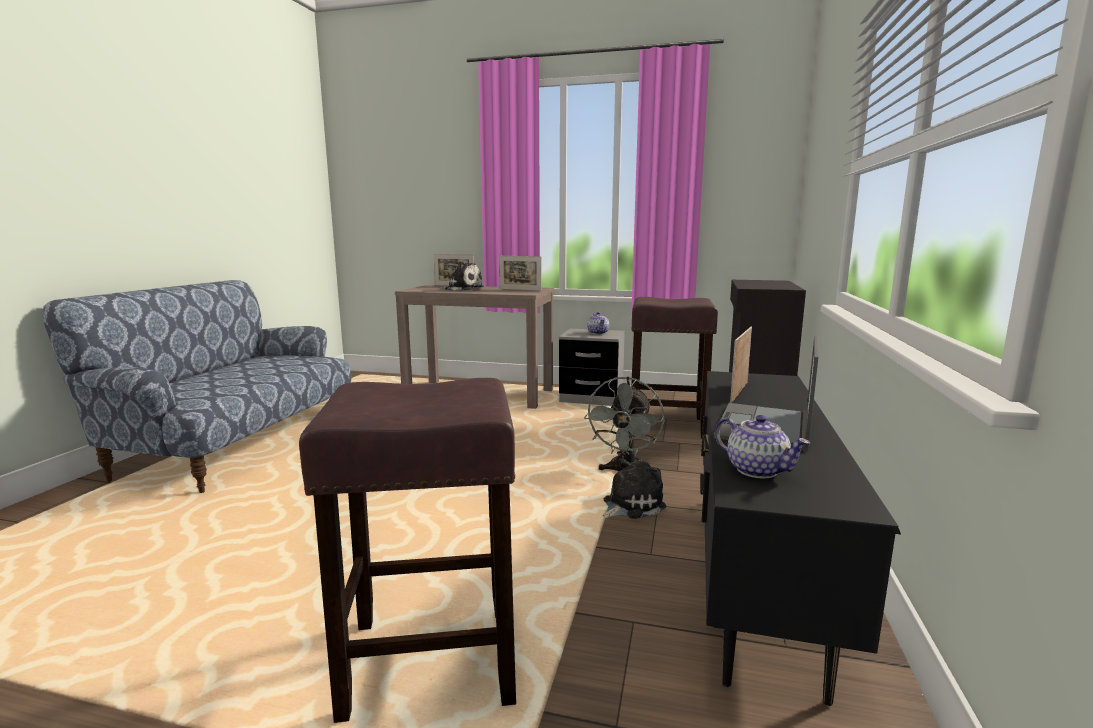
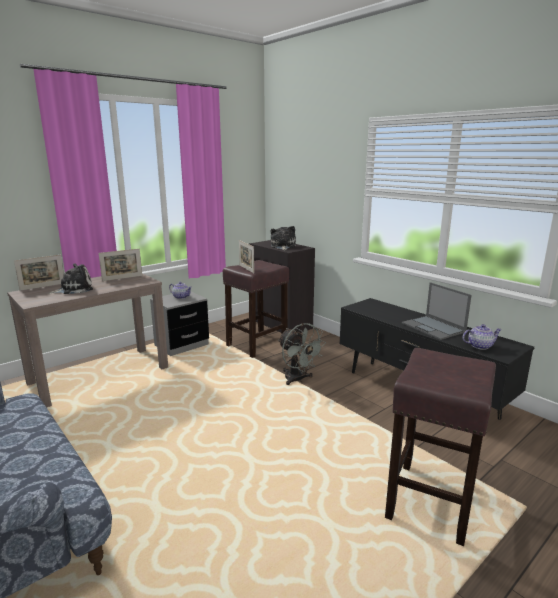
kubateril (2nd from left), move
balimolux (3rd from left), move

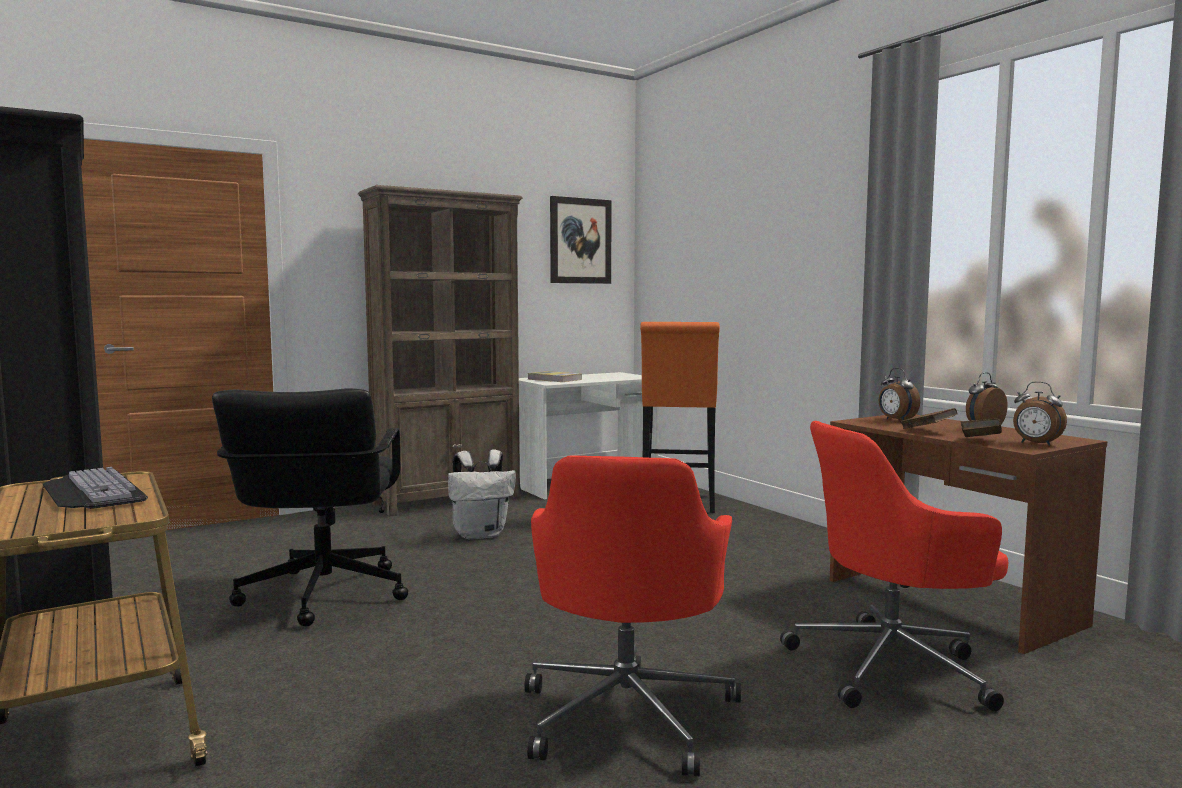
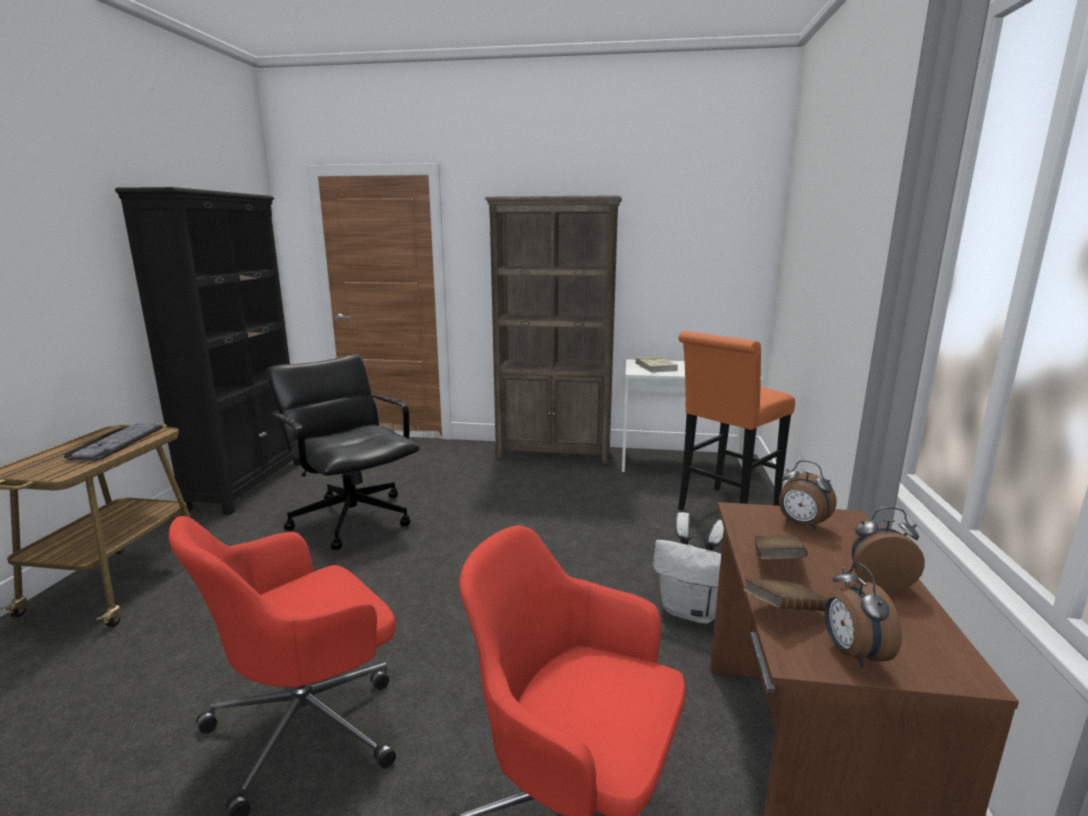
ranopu => nothing
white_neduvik, move
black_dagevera, 105 degrees clockwise
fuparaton (1st from left), 60 degrees counterclockwise

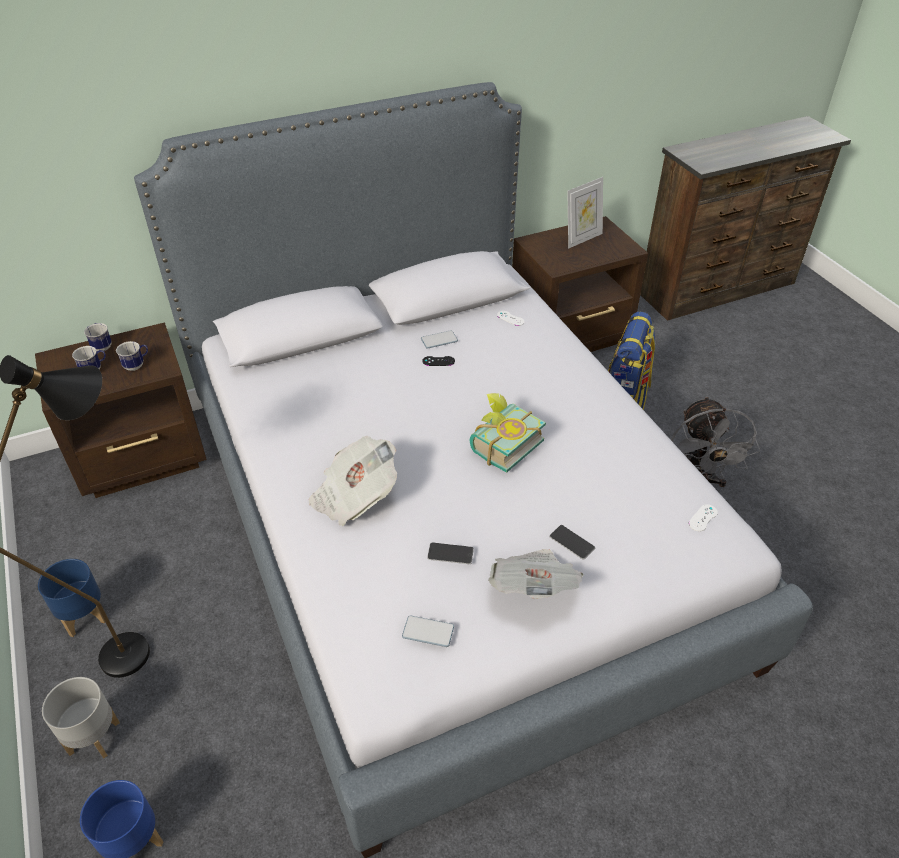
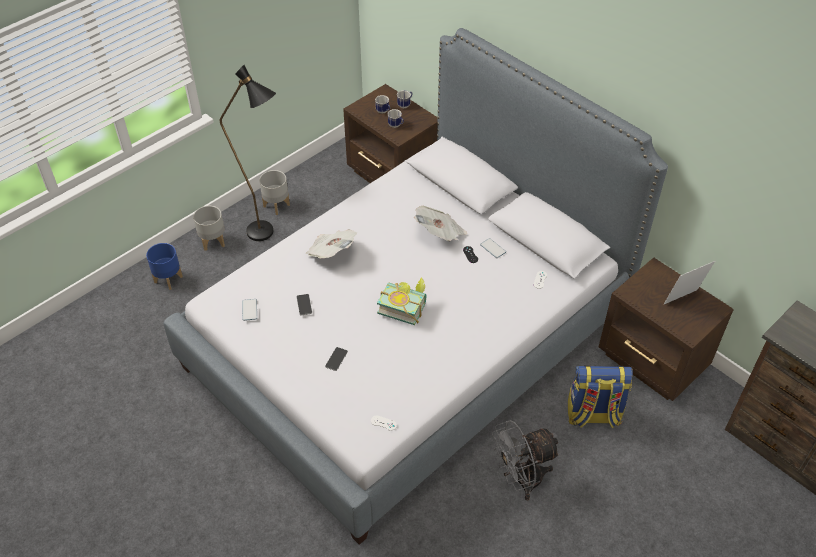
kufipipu (2nd from left), move
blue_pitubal (1st from left) => grey_pitubal (2nd from left)
balimolux, 120 degrees clockwise

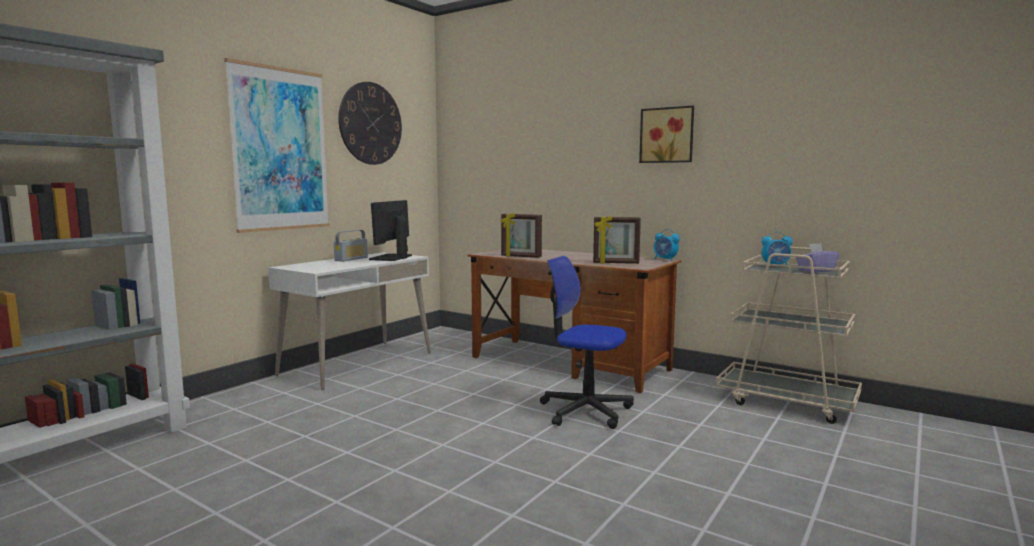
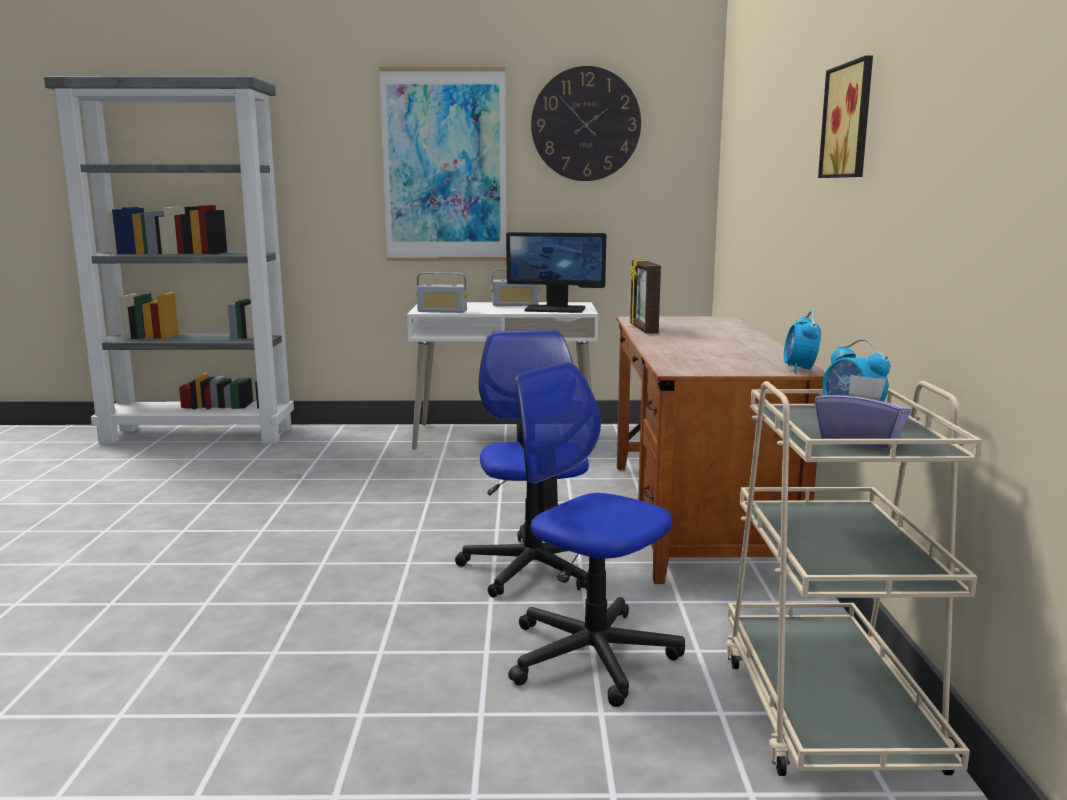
balimolux (2nd from left) => nothing
nothing => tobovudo (1st from left)
nothing => dagevera (2nd from left)
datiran, 150 degrees counterclockwise

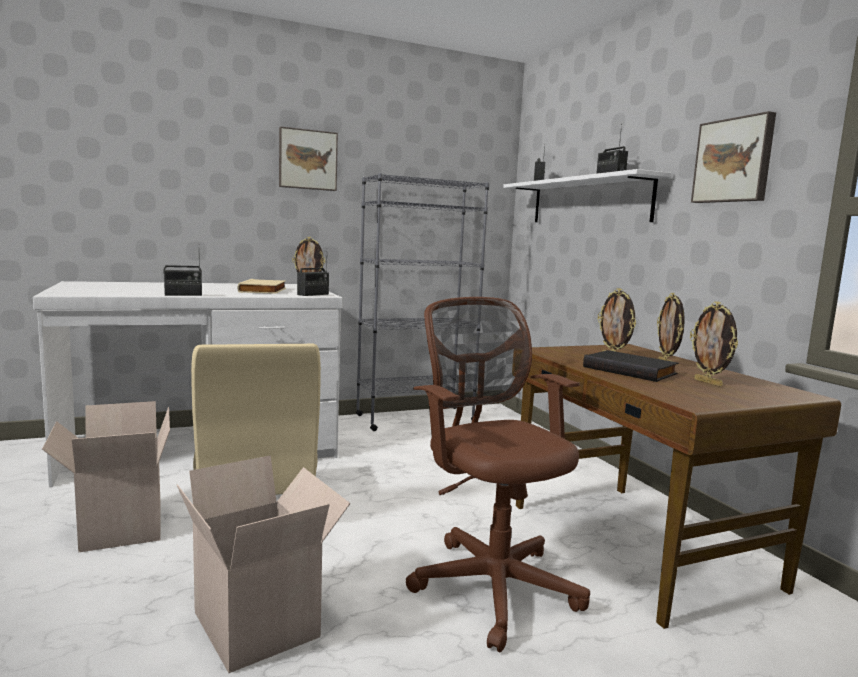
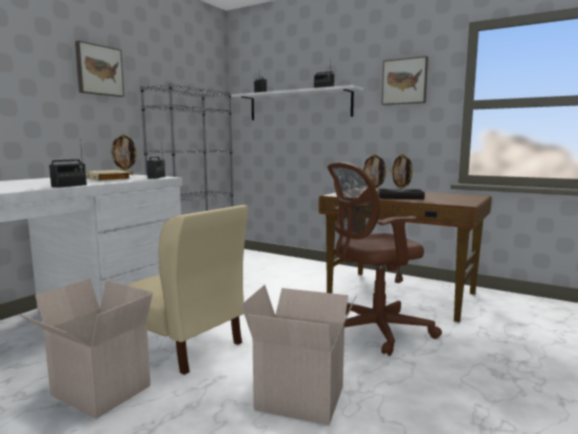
balimolux (4th from left) => nothing
brown_dagevera, 45 degrees counterclockwise

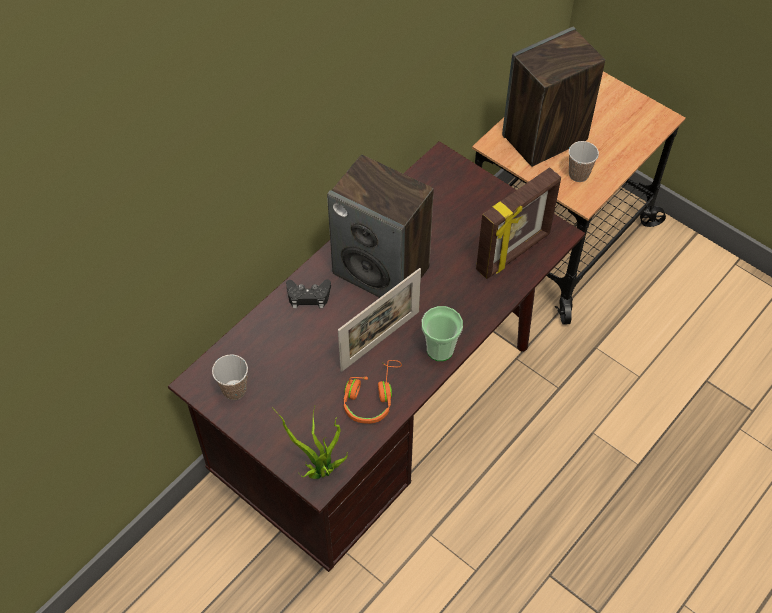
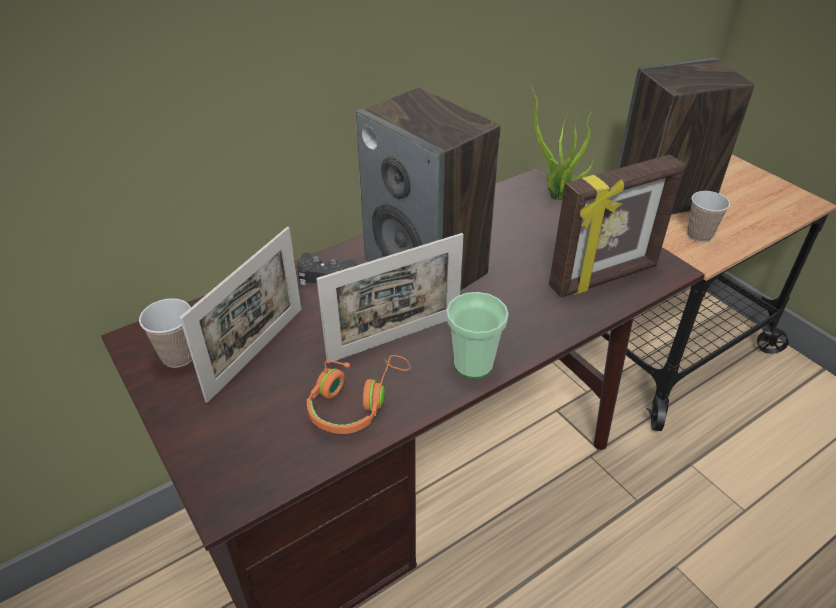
nothing => balimolux (1st from left)
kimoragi, move

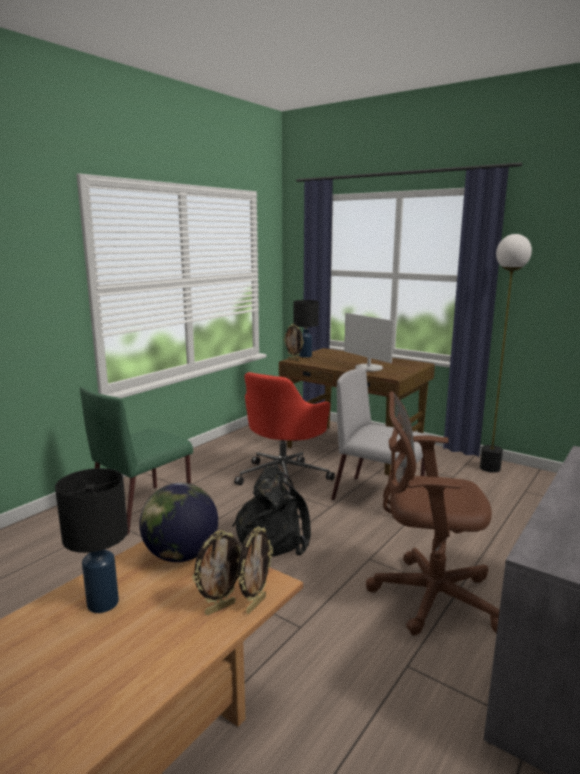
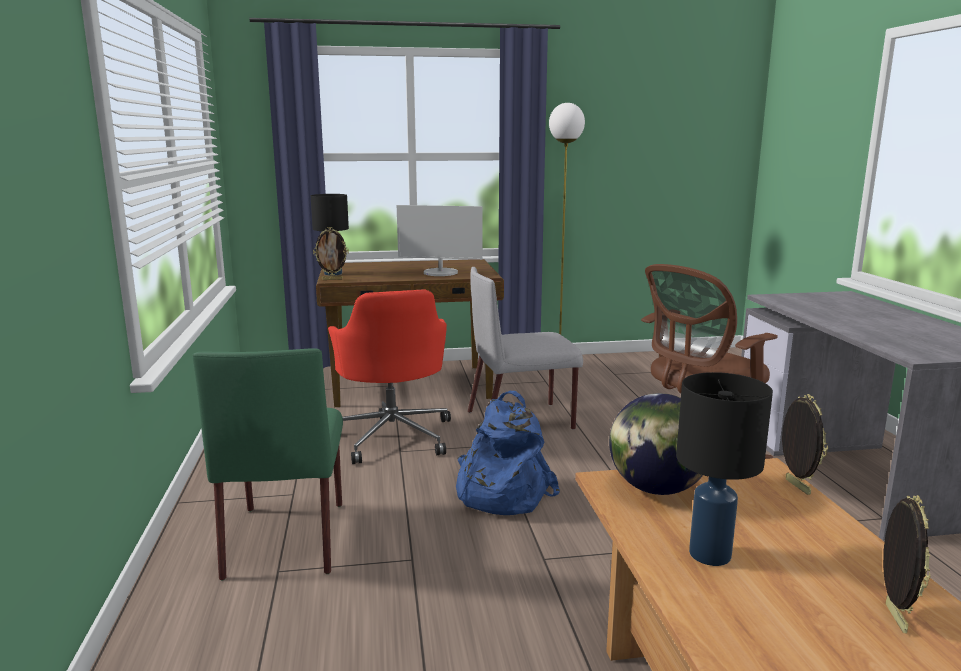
balimolux (1st from left in the first image) => balimolux (3rd from left), move
black_neduvik => blue_neduvik

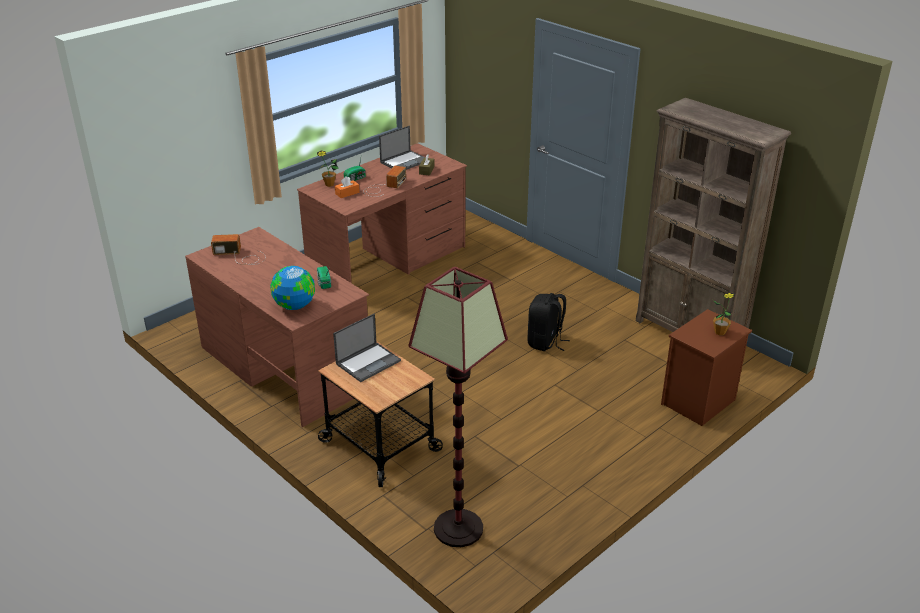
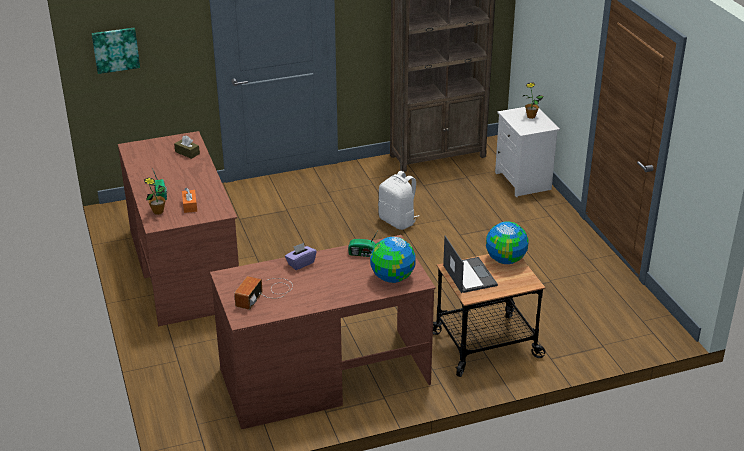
tobovudo (4th from left) => nothing
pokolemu (2nd from left) => nothing
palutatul => nothing
nothing => ranopu
nothing => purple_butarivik
nothing => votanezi (2nd from left)
black_neduvik => white_neduvik
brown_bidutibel => white_bidutibel

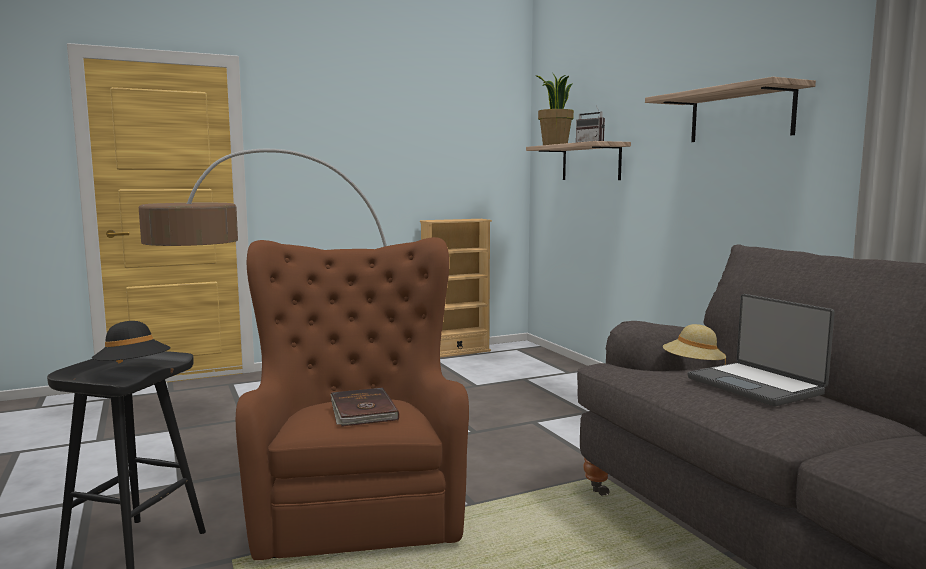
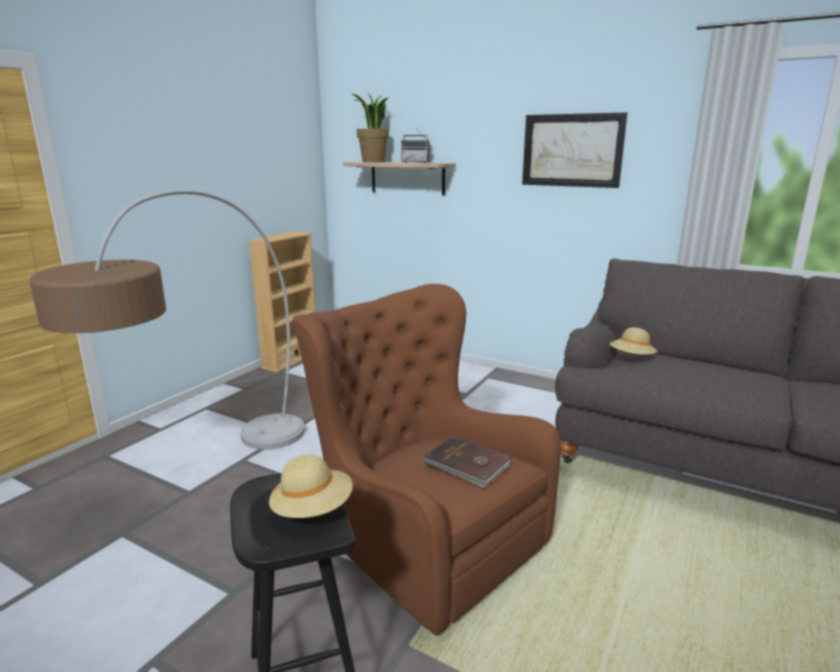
pokolemu => nothing
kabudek (2nd from left) => ranopu
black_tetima => beige_tetima (1st from left)

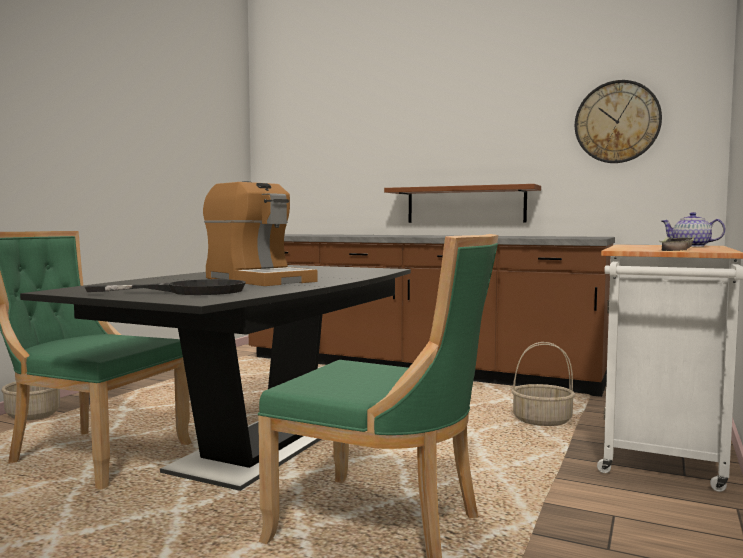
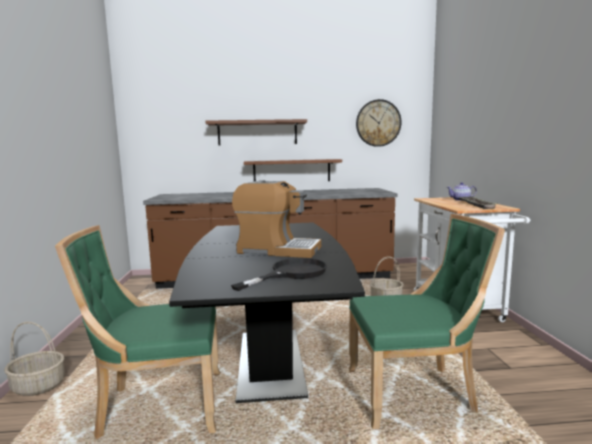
nothing => brown_kabudek (1st from left)

